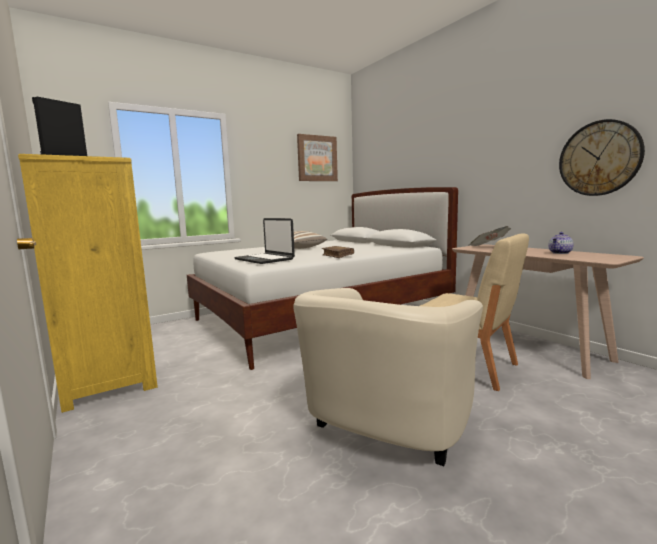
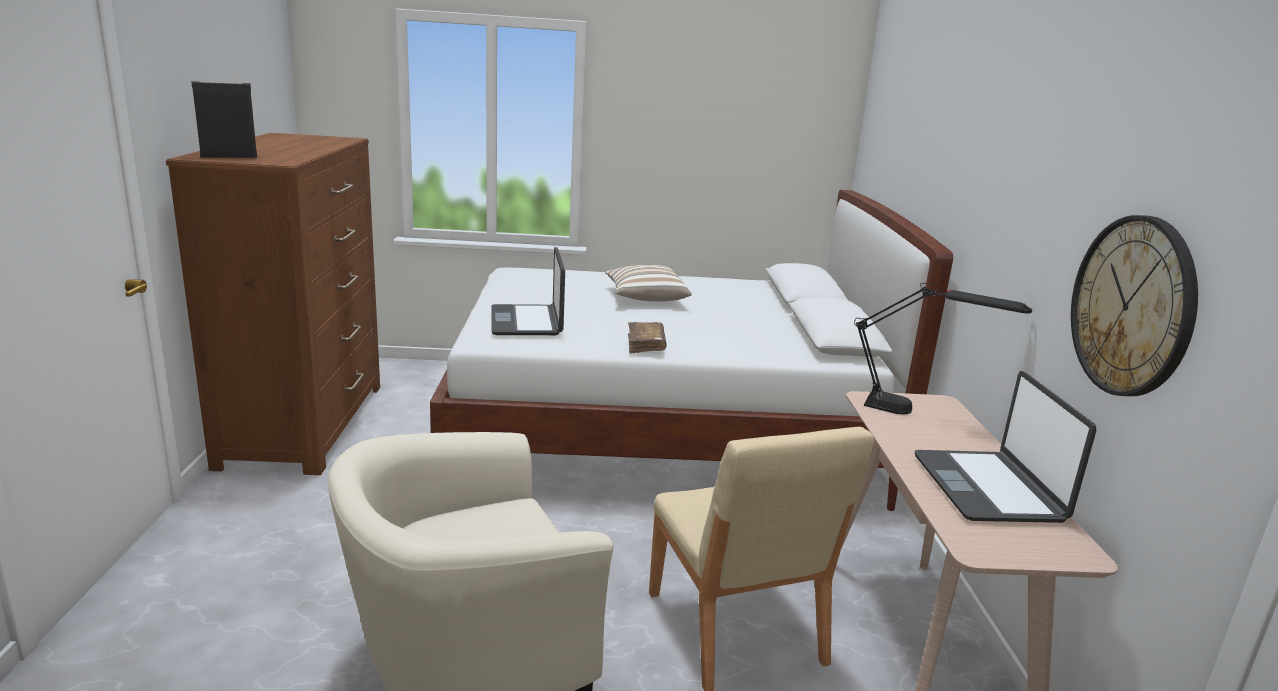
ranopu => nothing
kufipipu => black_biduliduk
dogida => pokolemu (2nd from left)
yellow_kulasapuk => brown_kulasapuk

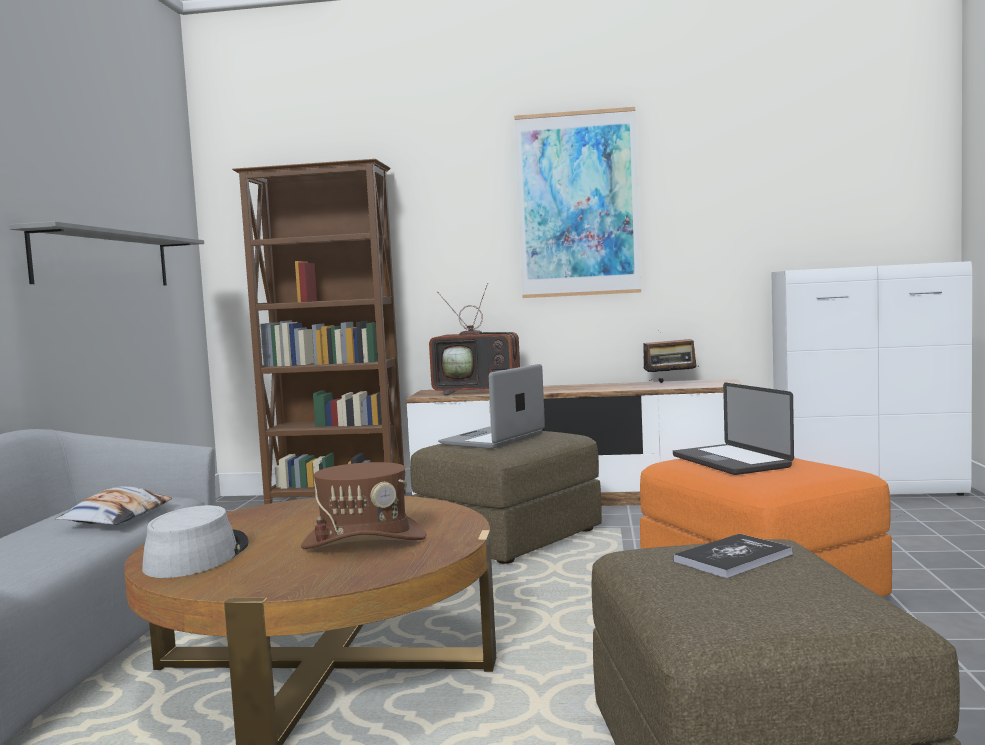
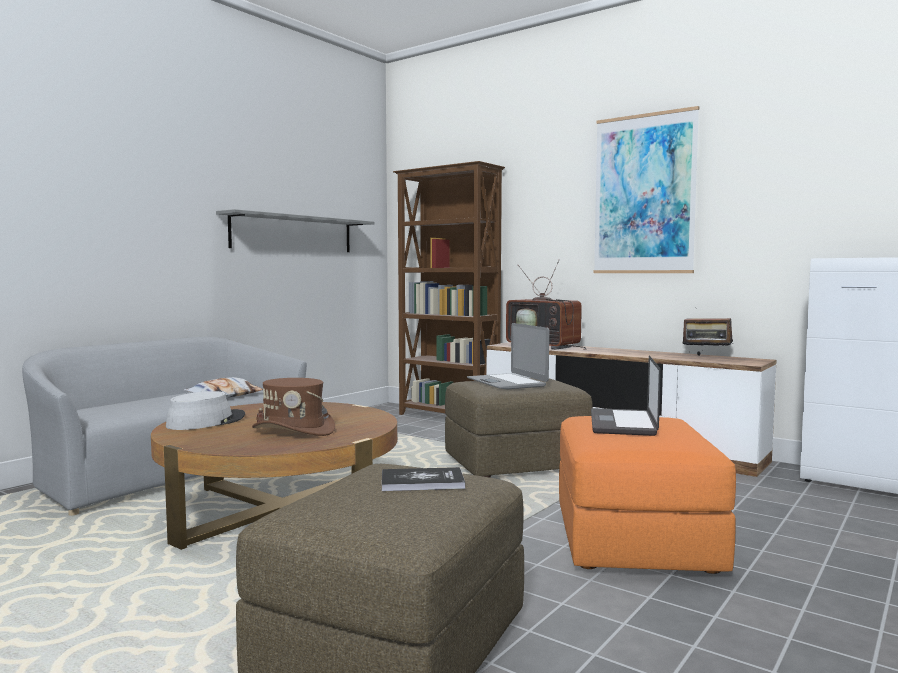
pokolemu (1st from left), 90 degrees counterclockwise

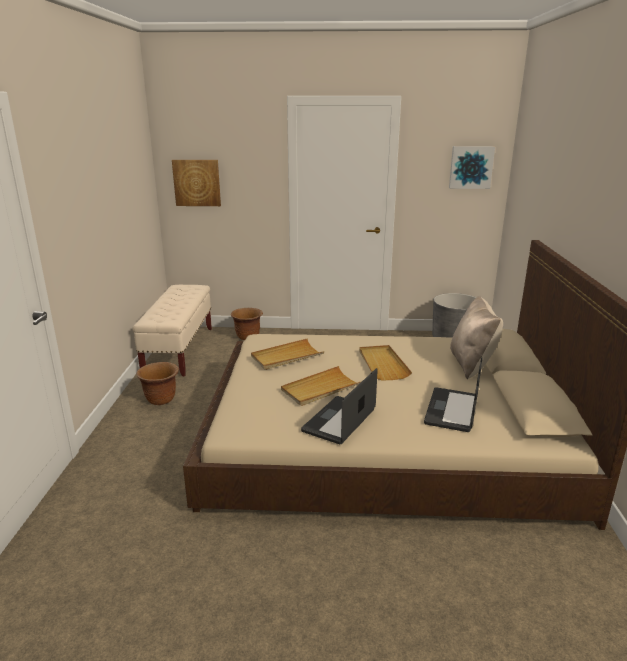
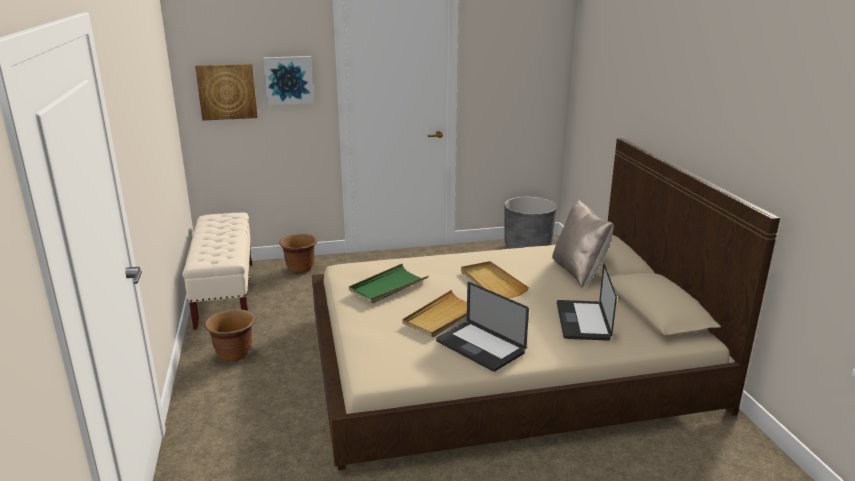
ranopu (2nd from left), move
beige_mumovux (1st from left) => green_mumovux
pokolemu (1st from left), 60 degrees counterclockwise

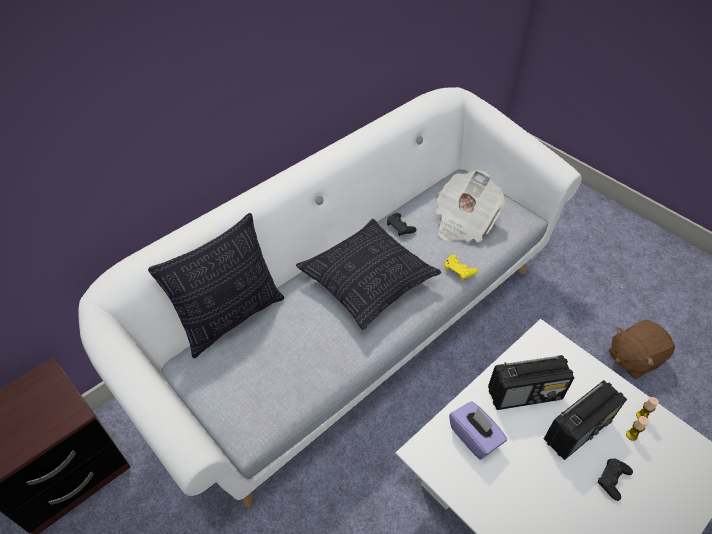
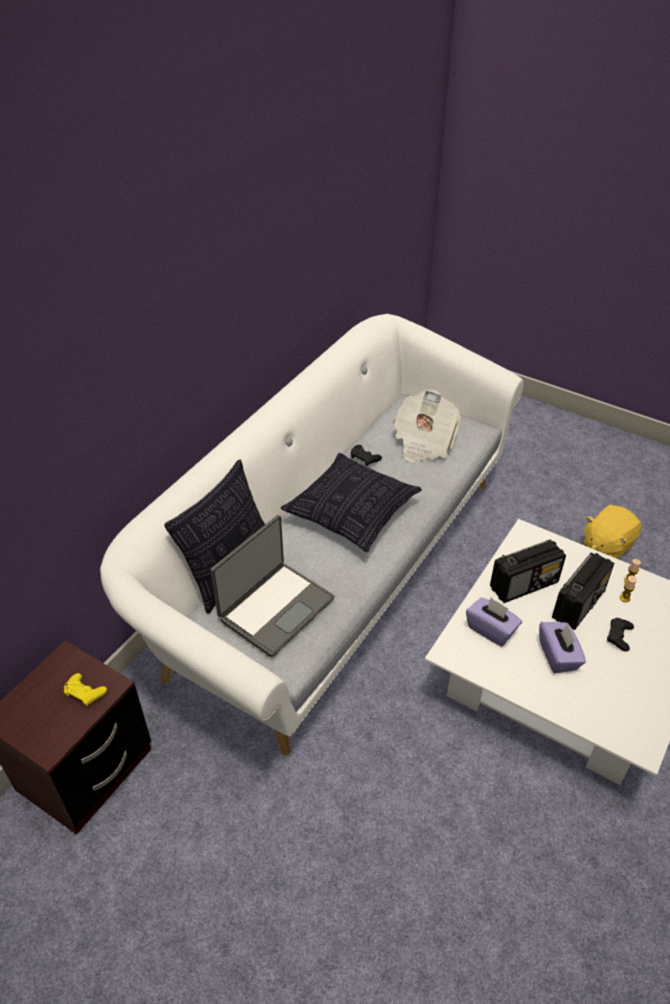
nothing => pokolemu
nothing => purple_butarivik (2nd from left)
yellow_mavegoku, move
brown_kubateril => yellow_kubateril

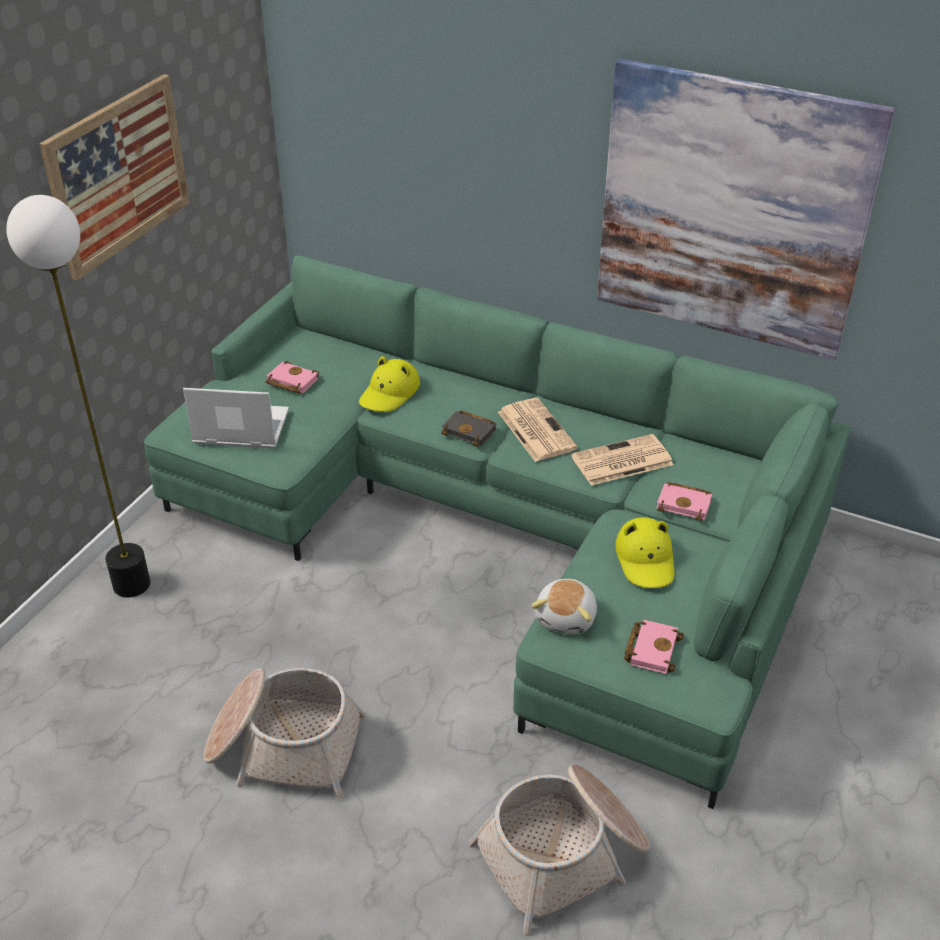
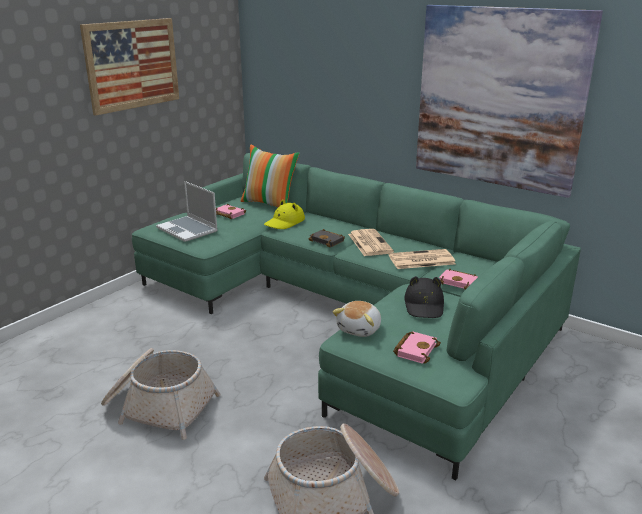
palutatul => nothing
nothing => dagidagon
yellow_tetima (2nd from left) => black_tetima
pokolemu, 150 degrees counterclockwise

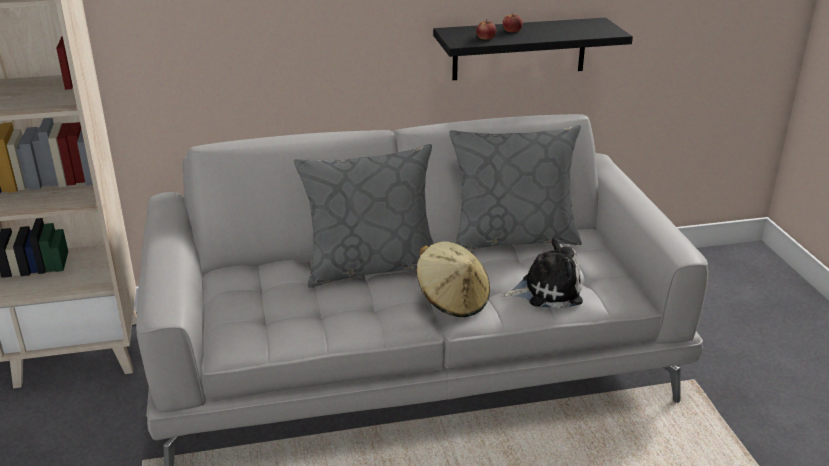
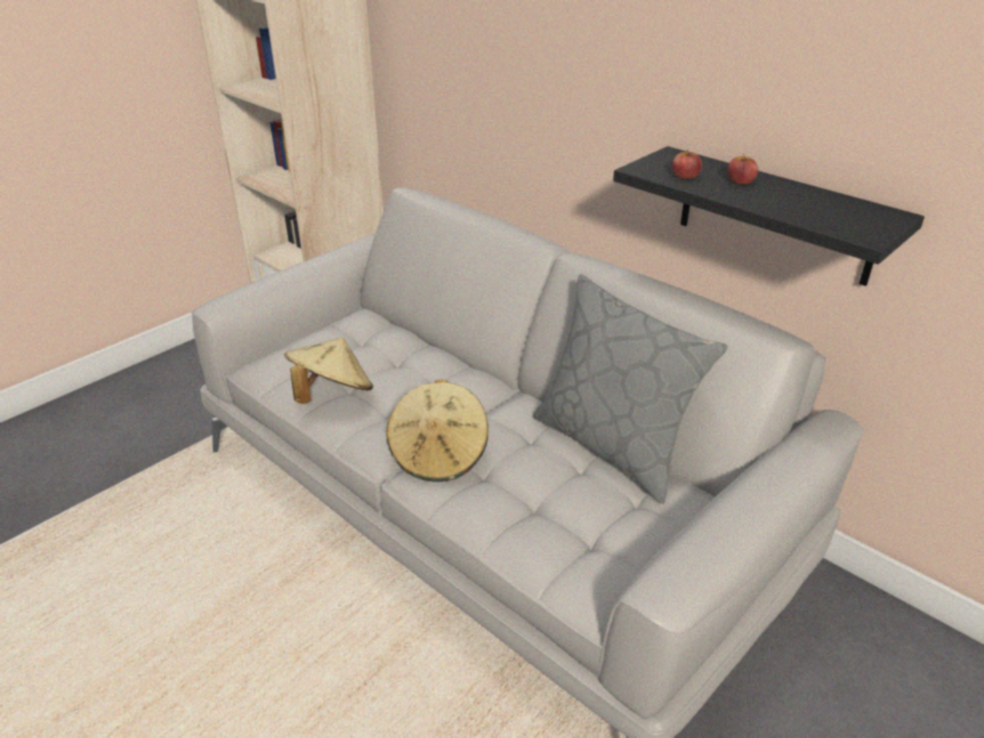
grey_dagidagon (1st from left) => nothing
kubateril => nothing
nothing => beige_tetima (1st from left)

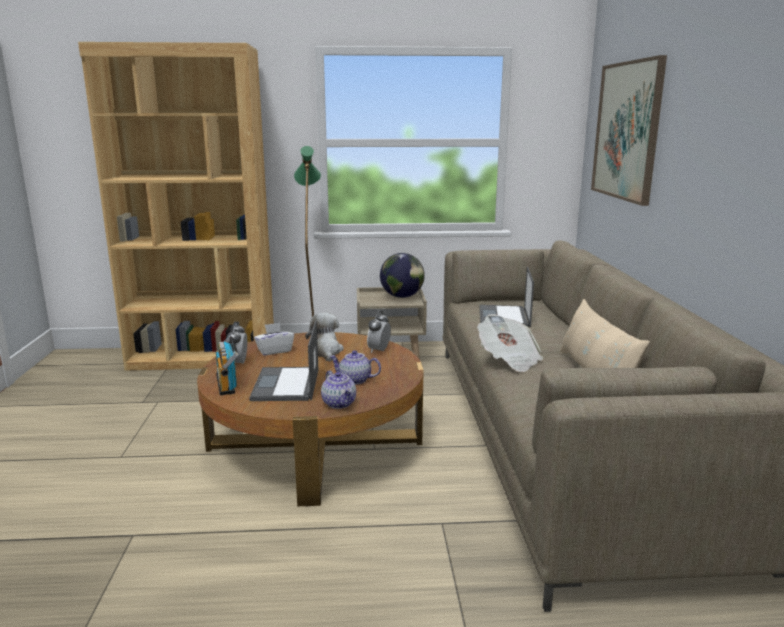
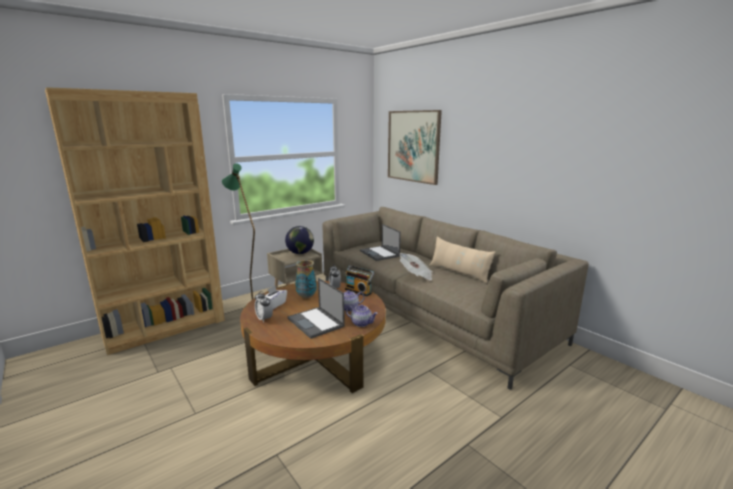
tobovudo, move
kubateril => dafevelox

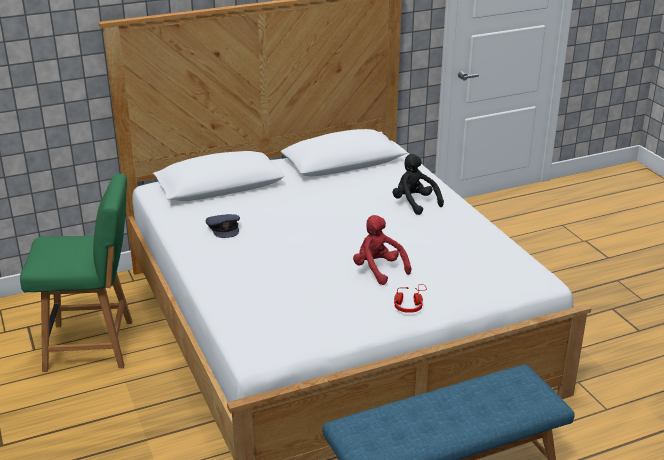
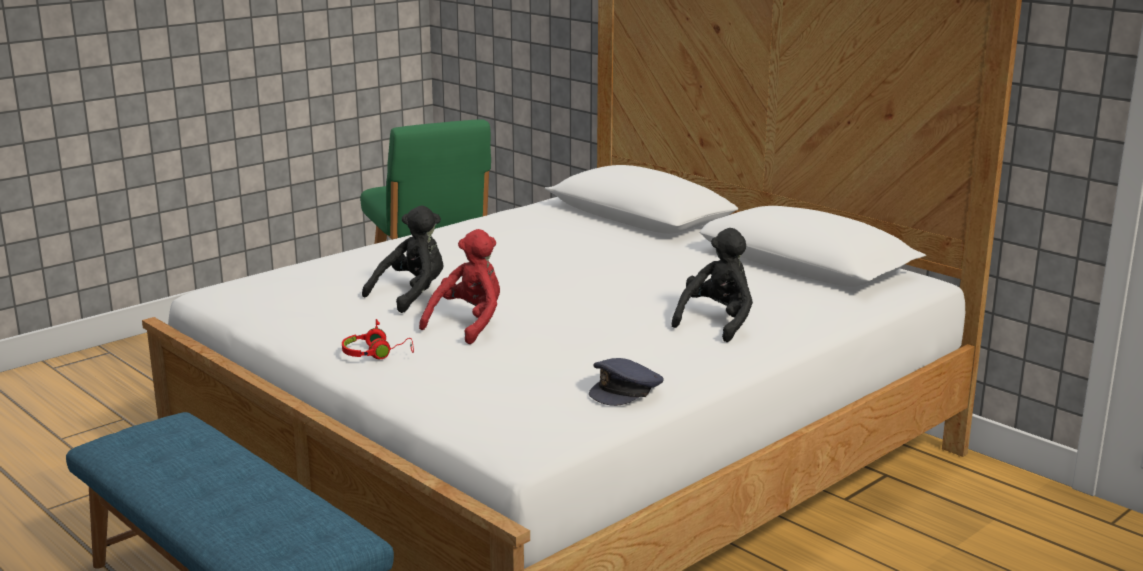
nothing => black_kubateril (1st from left)
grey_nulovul, move

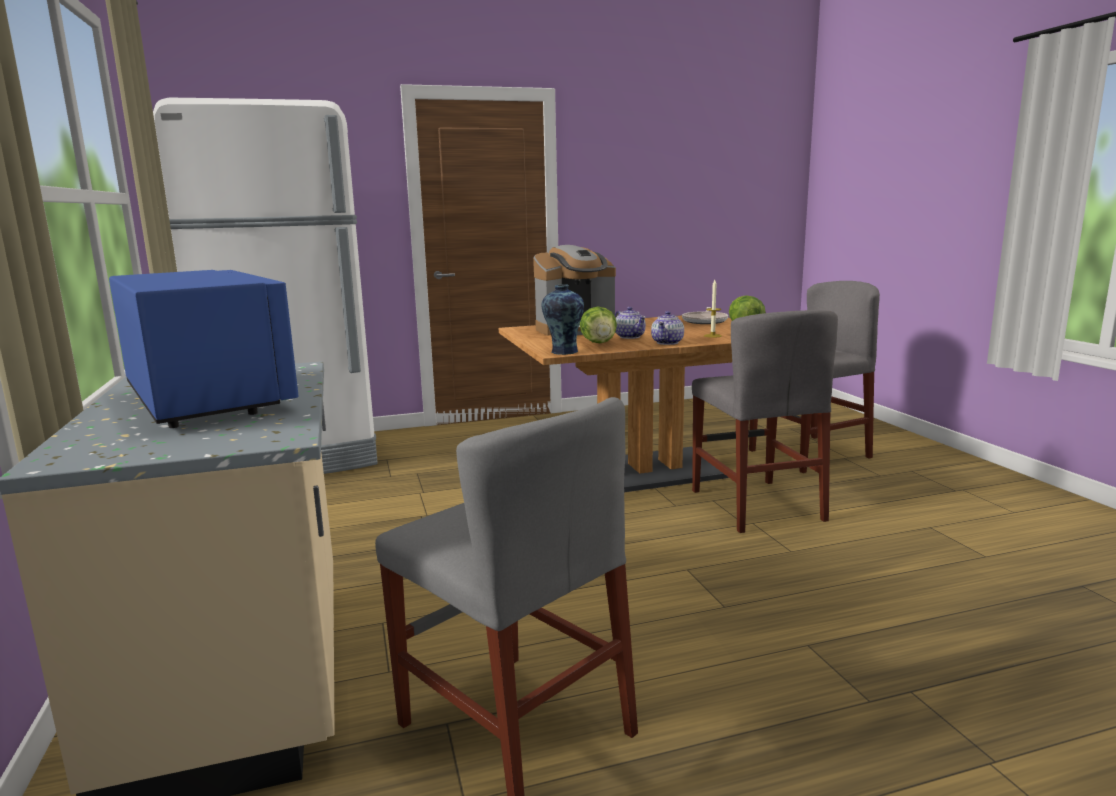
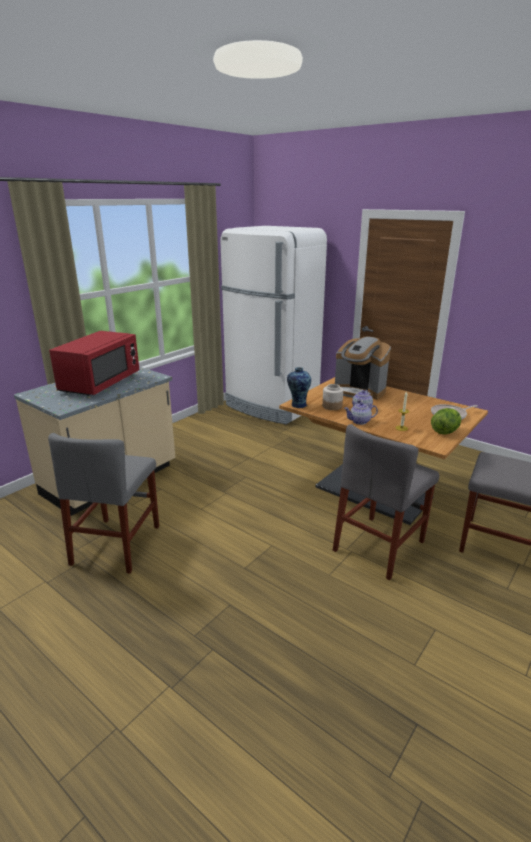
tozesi (1st from left) => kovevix
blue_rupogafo => red_rupogafo

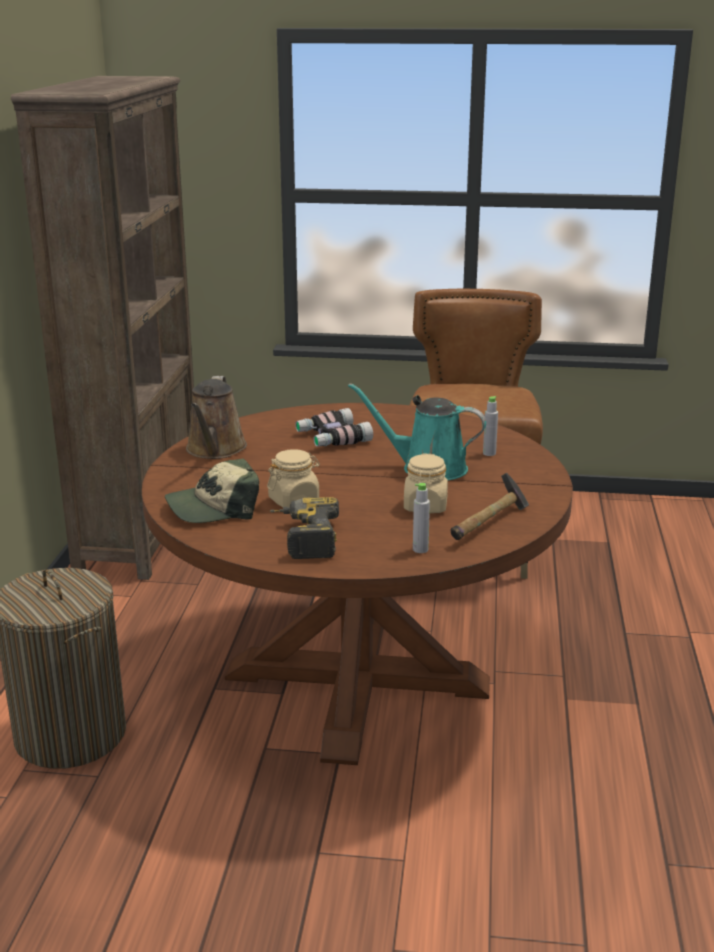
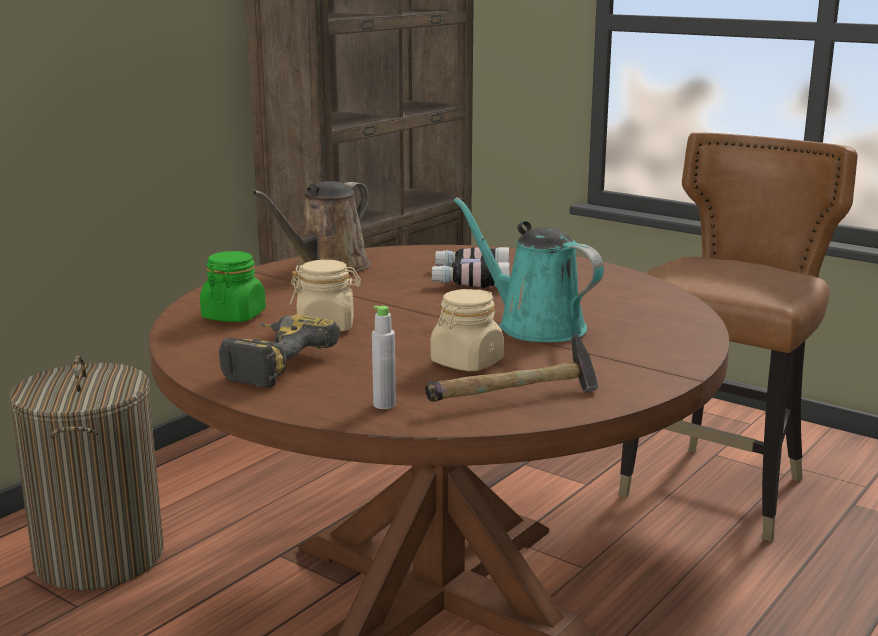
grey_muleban (2nd from left) => nothing
nulovul => green_kovevix

